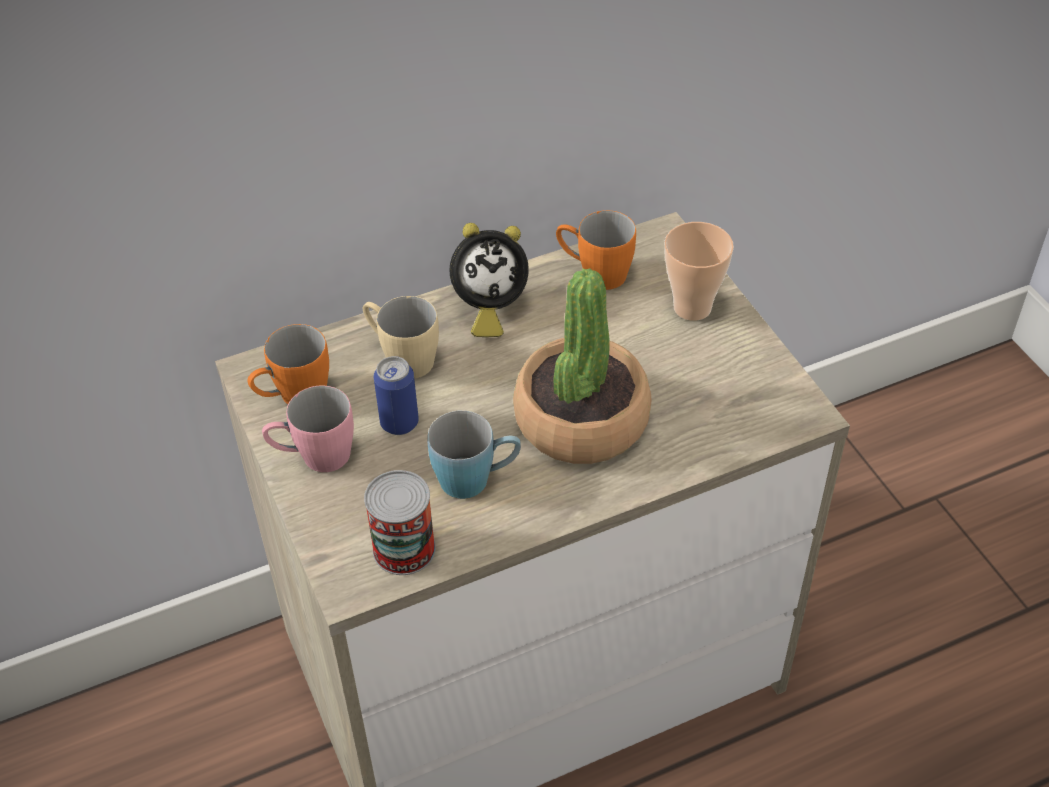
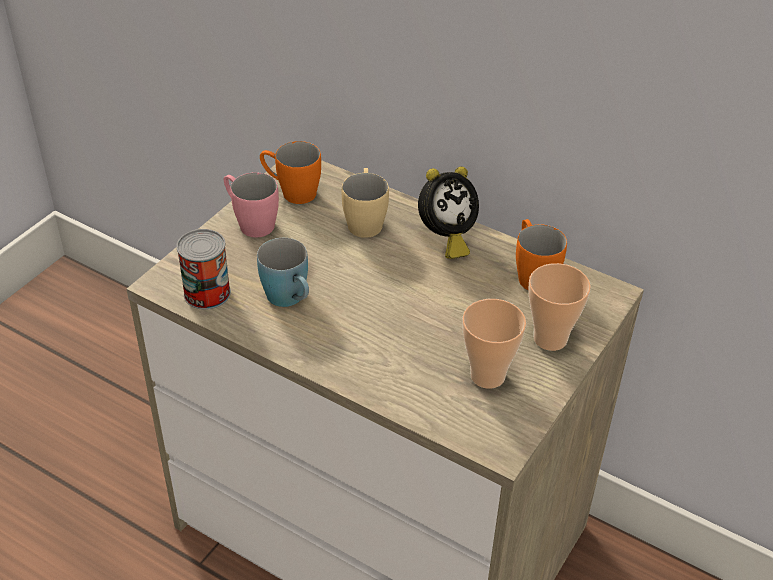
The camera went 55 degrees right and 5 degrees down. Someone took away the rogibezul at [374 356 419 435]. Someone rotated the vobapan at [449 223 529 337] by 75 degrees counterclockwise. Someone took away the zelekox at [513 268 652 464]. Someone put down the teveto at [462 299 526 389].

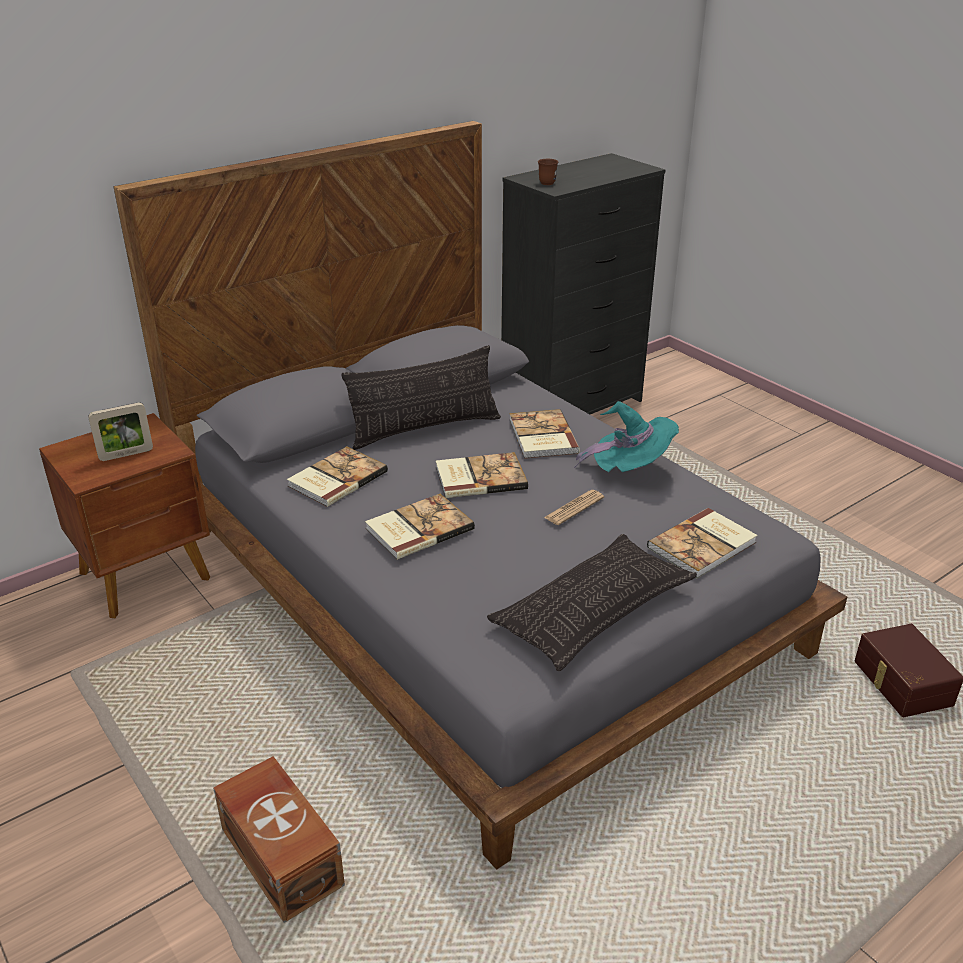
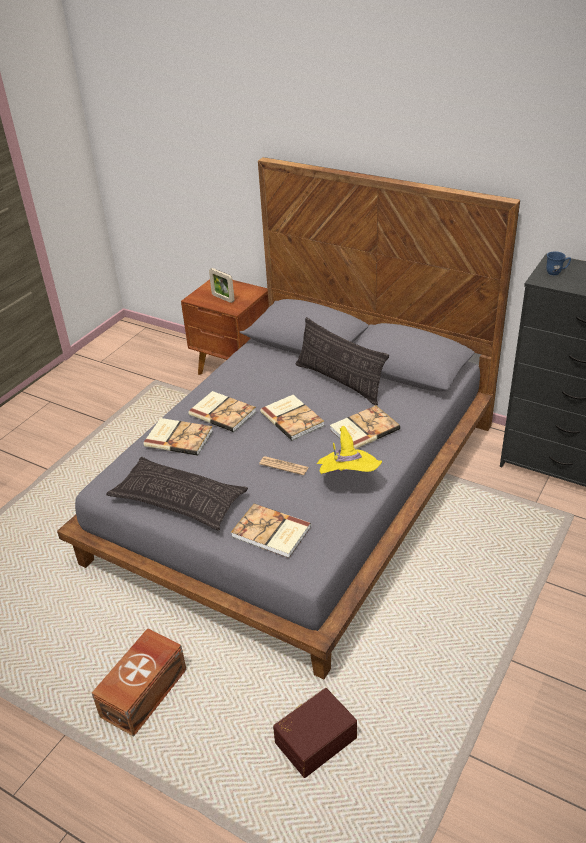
The camera went 70 degrees right and 5 degrees up. Someone carried the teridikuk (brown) from [213 756 345 923] to [92 628 187 737]. Someone carried the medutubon from [287 447 388 507] to [144 418 213 456]. Someone repainted the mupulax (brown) at [538 159 558 185], which became the mupulax (blue) at [546 251 571 275]. Someone repainted the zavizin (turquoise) at [574 401 679 472], which became the zavizin (yellow) at [317 426 382 474].

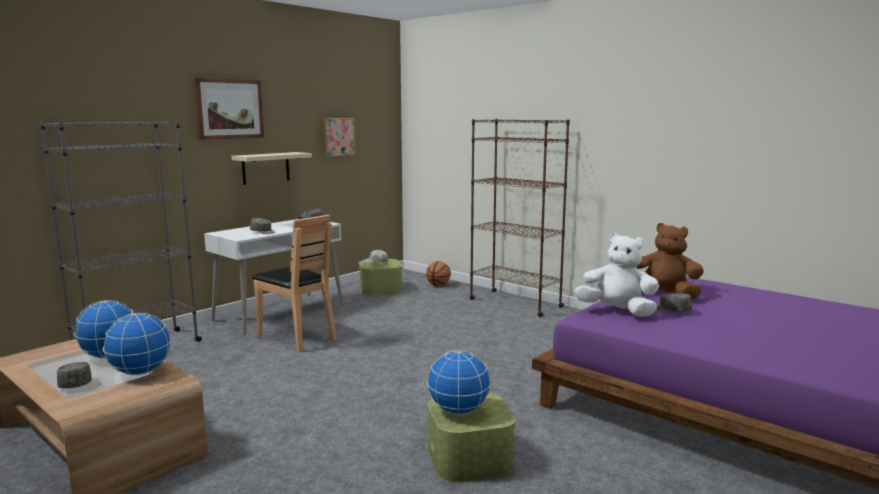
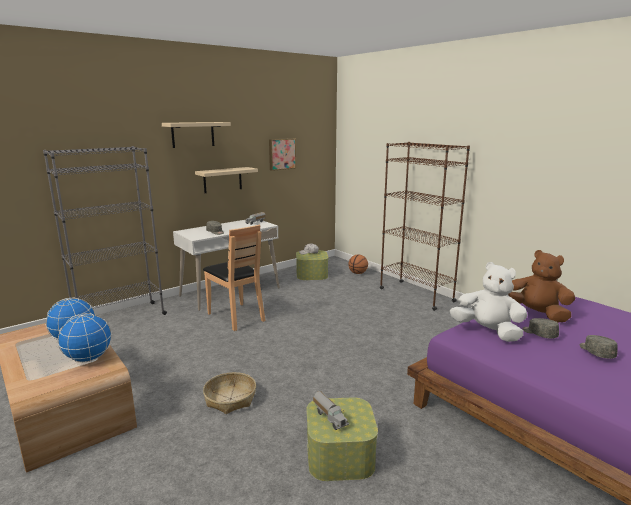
The camera went 10 degrees right and 5 degrees up. Someone carried the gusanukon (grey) from [57 362 92 389] to [580 335 618 359]. Someone swapped the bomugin at [194 78 264 140] for the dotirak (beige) at [162 122 231 148]. Someone swapped the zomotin at [427 350 491 415] for the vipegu at [313 391 349 430]. Someone put down the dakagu at [203 372 256 414].

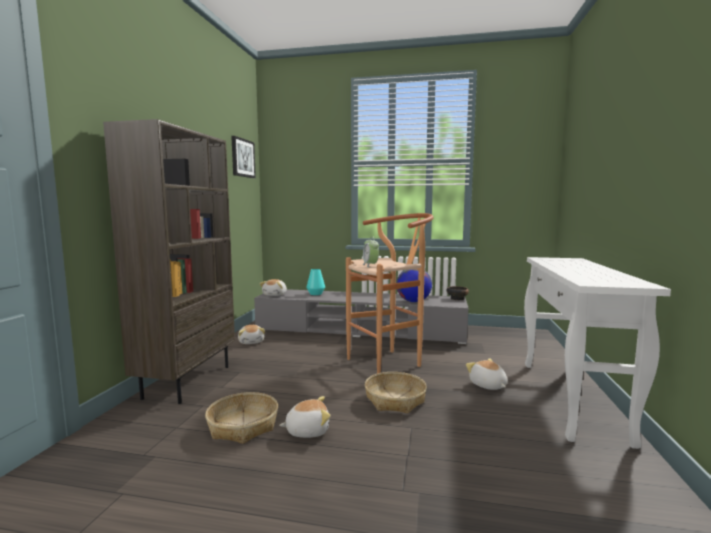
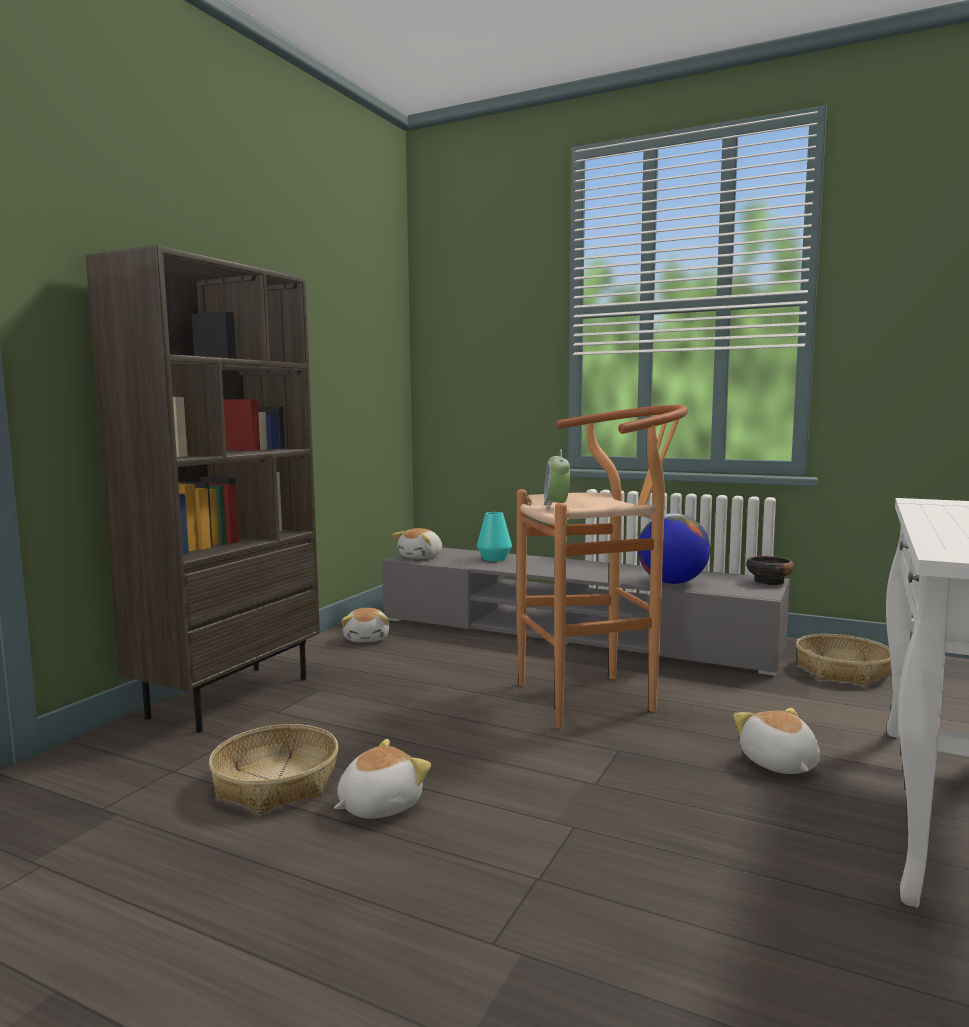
The camera went 15 degrees right and 0 degrees up. Someone took away the bomugin at [231 136 256 178]. Someone rotated the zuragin at [279 396 331 438] by 45 degrees counterclockwise. Someone carried the dakagu from [365 372 427 413] to [796 634 891 686].

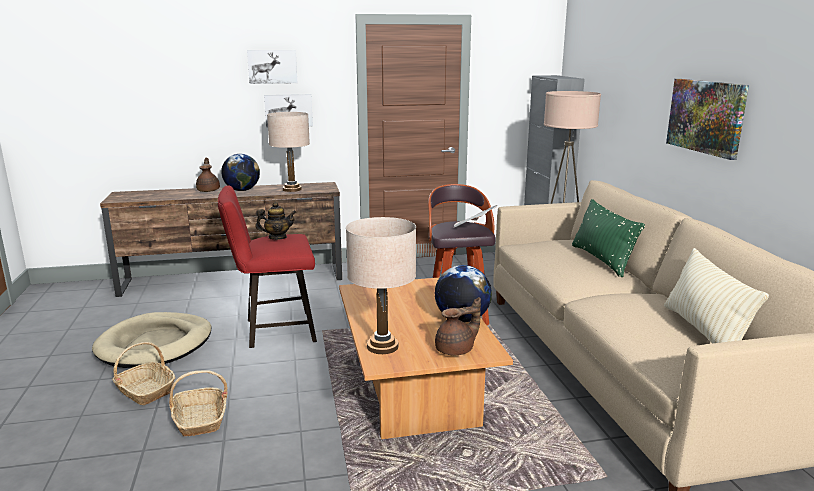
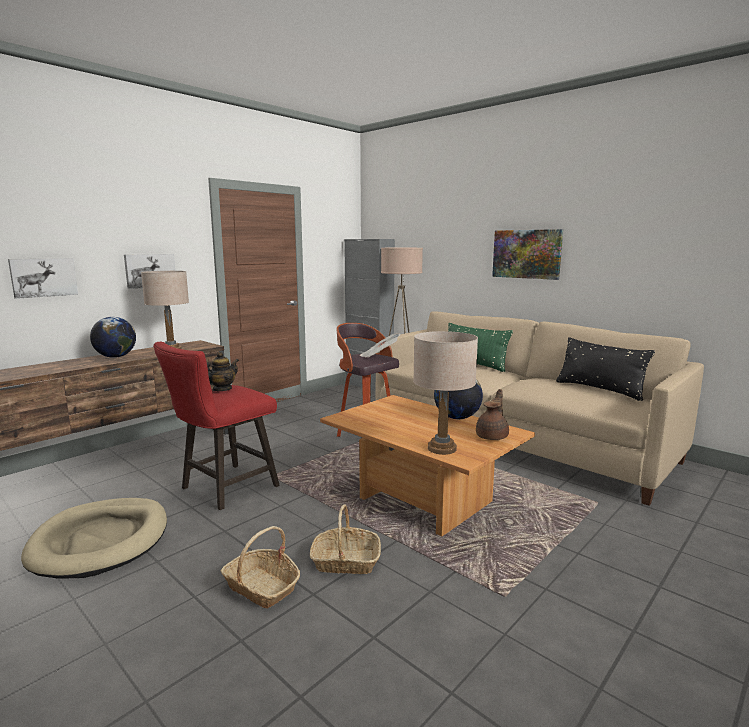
The camera went 35 degrees left and 5 degrees down. Someone carried the dakagu from [112 342 175 405] to [310 504 381 574]. Someone took away the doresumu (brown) at [196 158 220 192]. Someone carried the bomugin from [247 50 297 84] to [8 258 78 299]. Someone repainted the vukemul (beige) at [664 248 769 344], which became the vukemul (black) at [556 337 655 401].

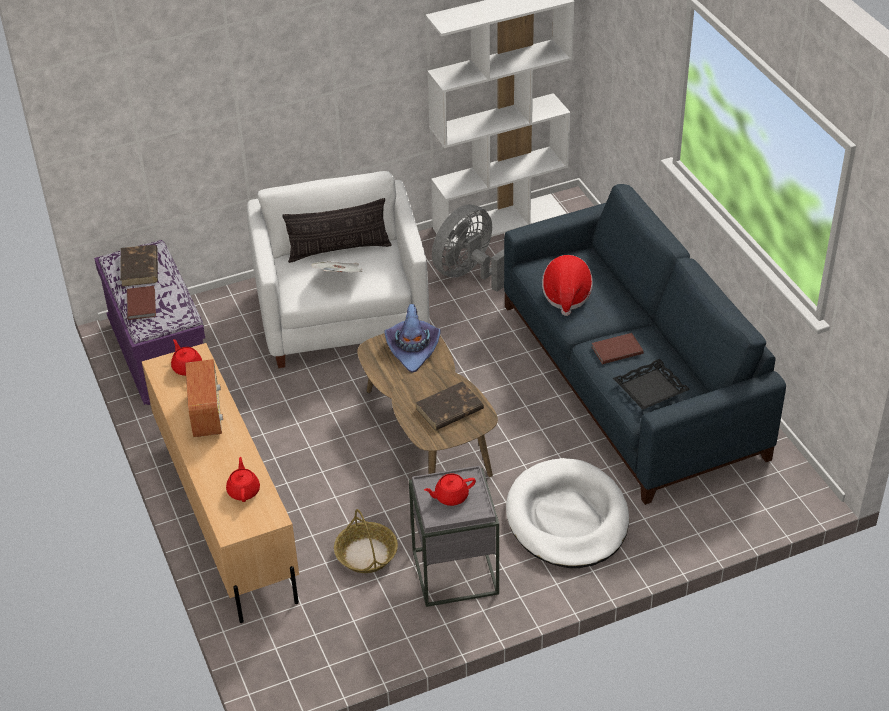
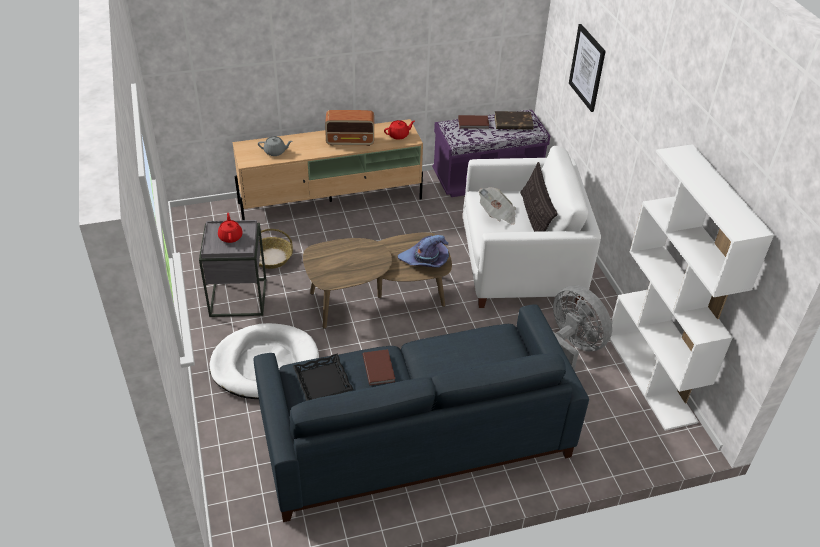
The camera went 95 degrees right and 0 degrees up. Someone repainted the doresumu (red) at [226 457 260 502], which became the doresumu (grey) at [258 136 292 156]. Someone took away the medutubon (brown) at [416 381 484 430]. Someone took away the zavizin at [542 255 593 316]. Someone put up the bomugin at [569 24 606 112].

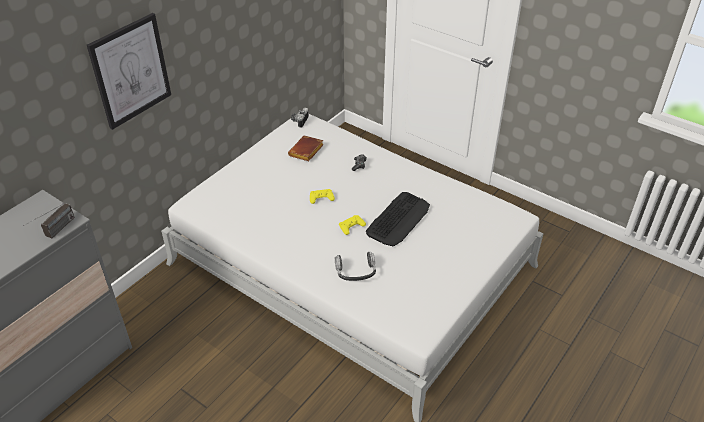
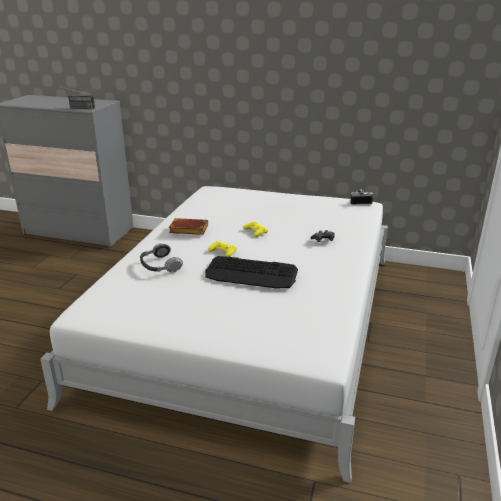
The camera went 70 degrees right and 15 degrees down. Someone took away the bomugin at [87 13 171 130]. Someone carried the medutubon (brown) from [288 135 324 161] to [169 218 208 235].

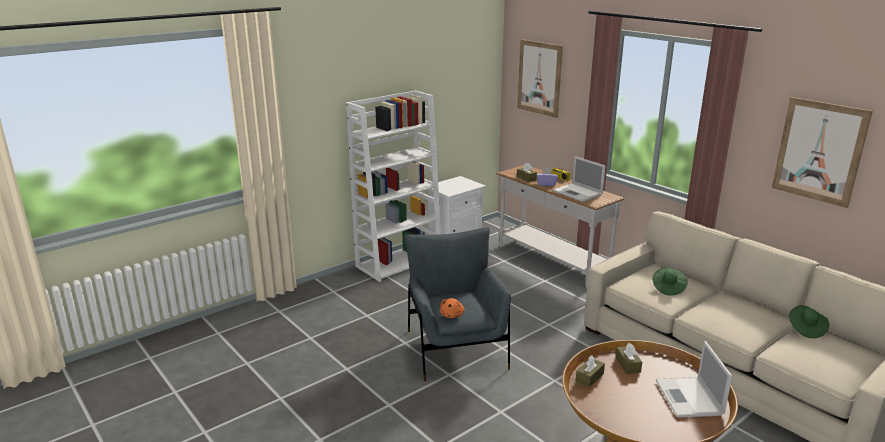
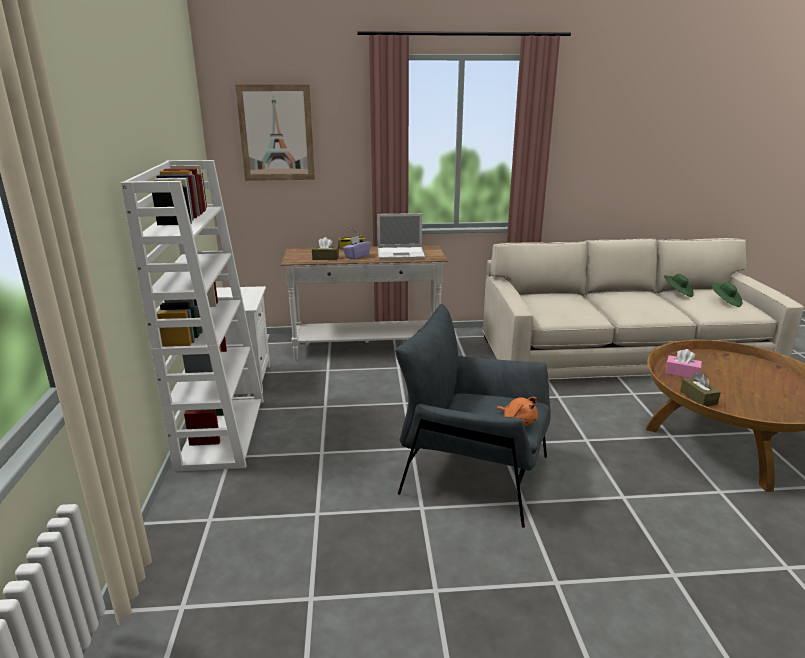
The camera went 55 degrees left and 0 degrees up. Someone repainted the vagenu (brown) at [615 343 642 374], which became the vagenu (pink) at [665 349 702 378]. Someone carried the zavizin (green) from [653 267 688 296] to [711 282 742 307]. Someone took away the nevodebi at [656 341 732 418]. Someone took away the bomugin at [772 97 873 208].

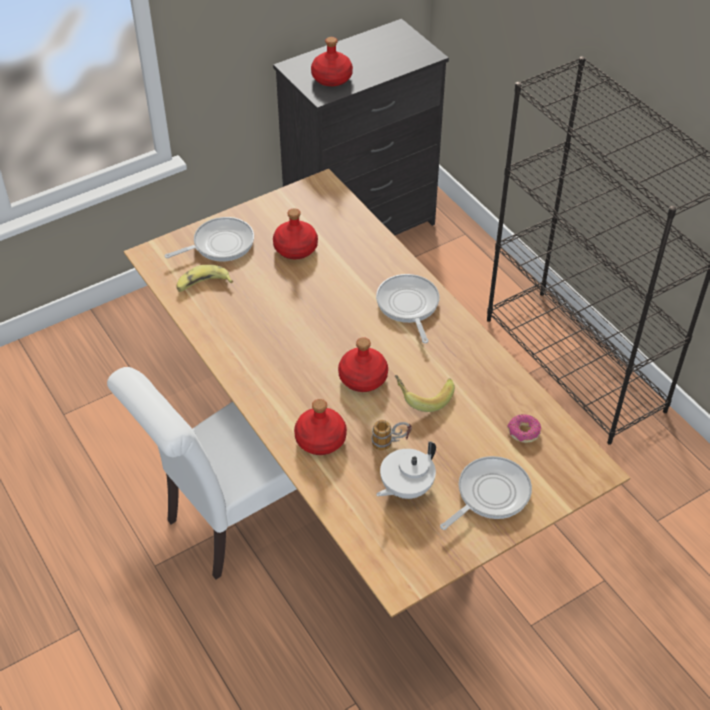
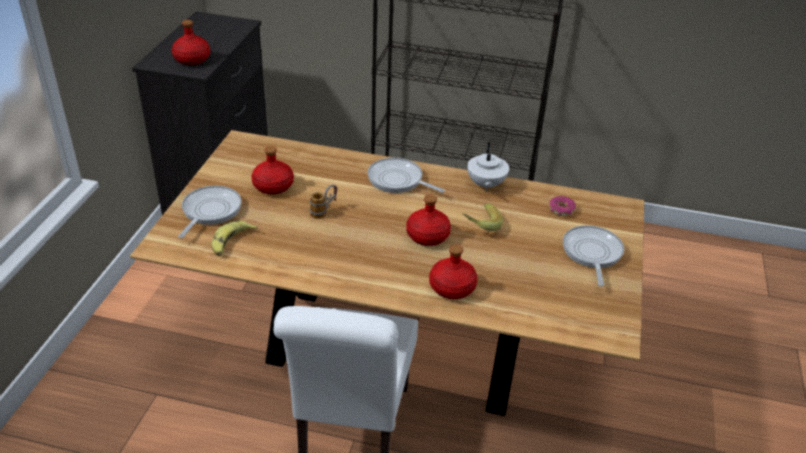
The camera went 45 degrees left and 10 degrees down. Someone carried the mupulax from [372 420 412 451] to [309 184 337 219]. Someone carried the doresumu (white) from [376 441 436 499] to [467 142 509 191].

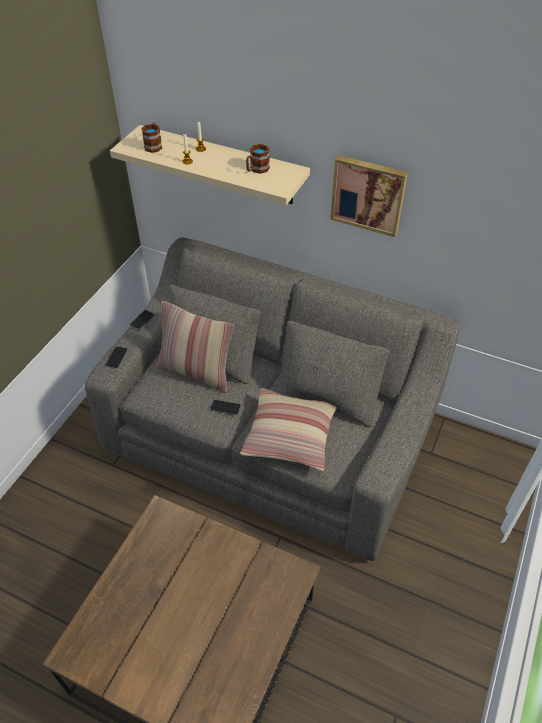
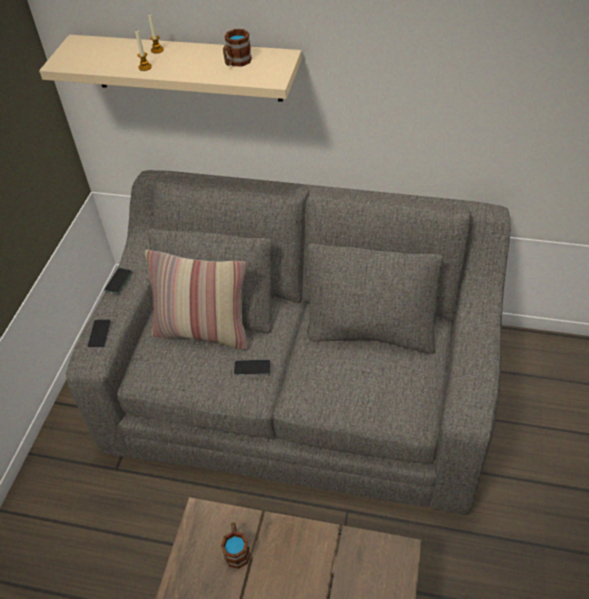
The camera went 10 degrees left and 0 degrees up. Someone carried the mupulax from [141 122 162 153] to [221 522 250 569]. Someone took away the vukemul at [240 388 337 471]. Someone took away the bomugin at [330 155 408 237].

